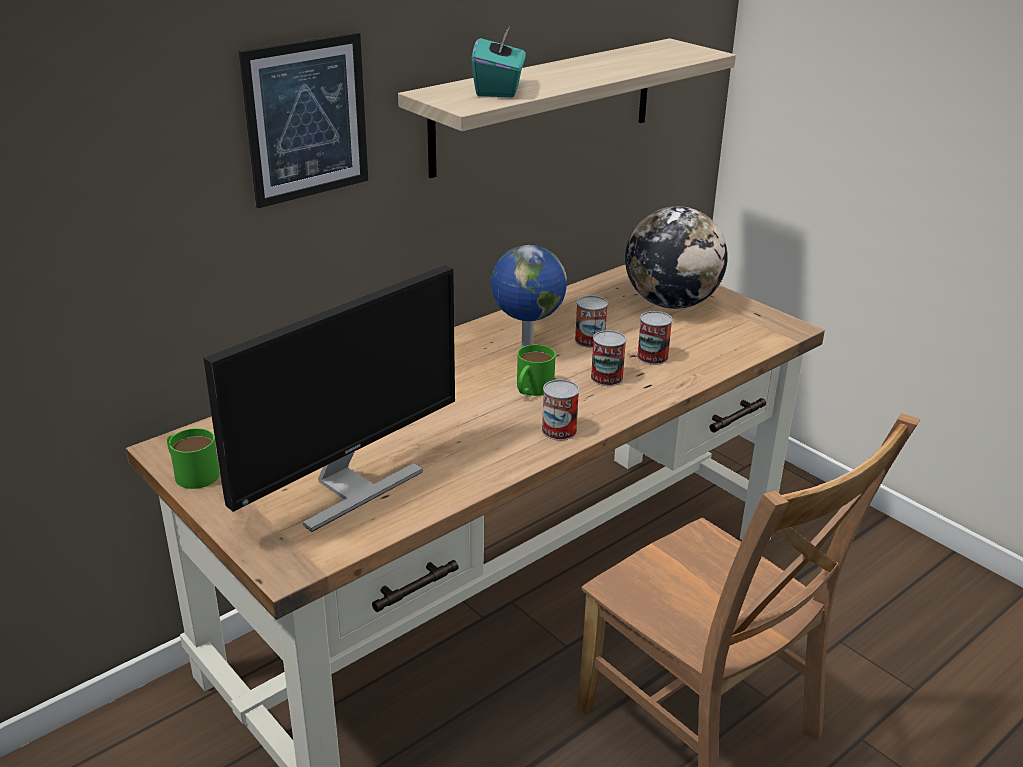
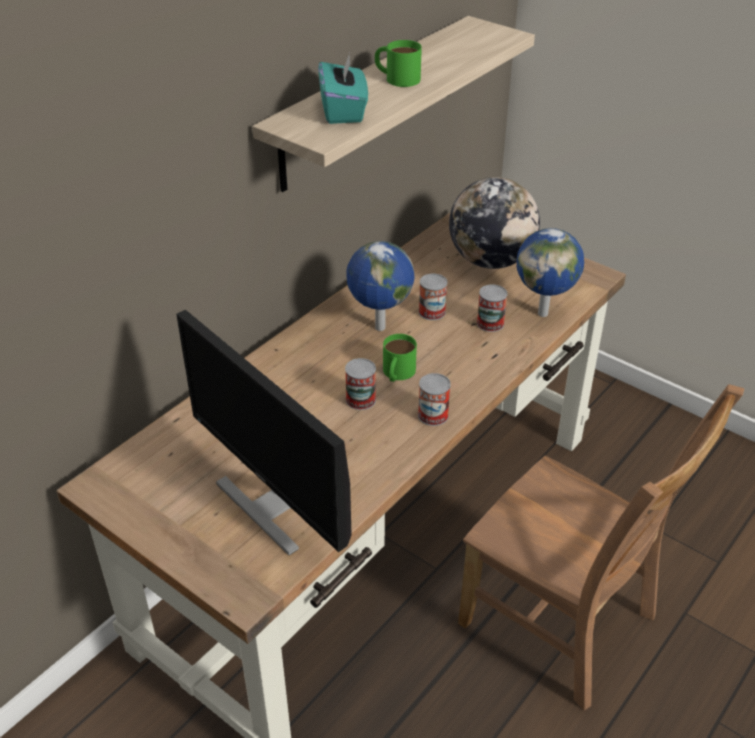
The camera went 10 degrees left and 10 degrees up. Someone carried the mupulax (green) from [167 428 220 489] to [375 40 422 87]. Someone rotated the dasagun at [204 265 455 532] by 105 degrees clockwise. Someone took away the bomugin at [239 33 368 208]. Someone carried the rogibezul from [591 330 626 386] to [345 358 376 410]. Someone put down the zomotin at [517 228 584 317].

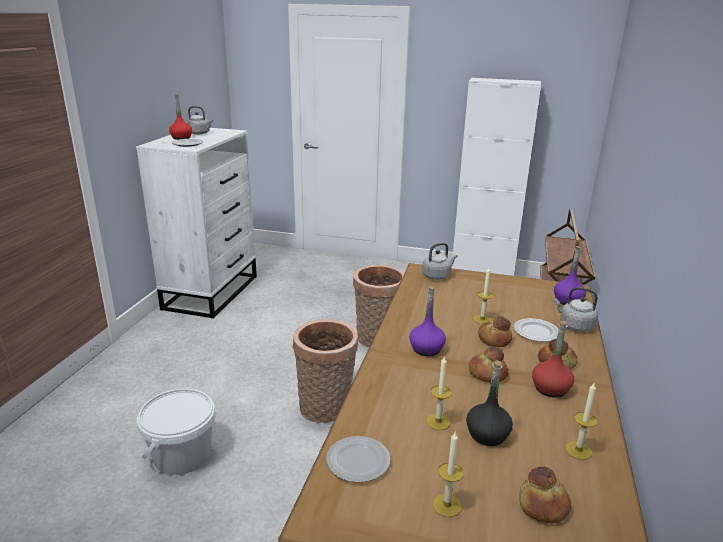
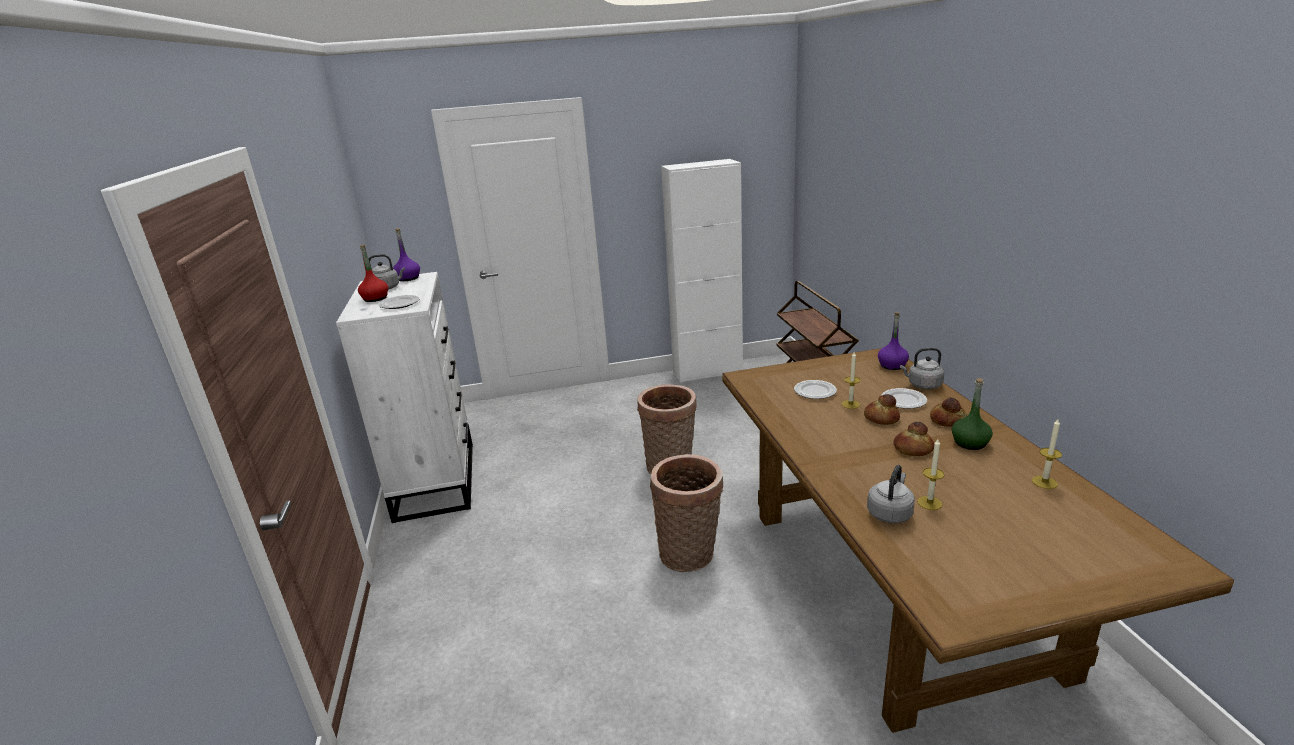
The camera went 25 degrees left and 0 degrees up. Someone took away the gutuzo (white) at [137 389 216 475]. Someone carried the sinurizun from [326 436 390 483] to [794 380 837 399]. Someone carried the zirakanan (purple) from [409 286 446 356] to [393 228 420 281]. Someone carried the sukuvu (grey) from [422 243 458 280] to [867 465 915 523]. Someone took away the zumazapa at [433 431 464 517]. Someone took away the zirakanan (black) at [466 360 513 446]. Someone took away the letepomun at [519 466 571 523]. Someone repainted the zirakanan (red) at [532 321 574 398], which became the zirakanan (green) at [952 378 993 450].

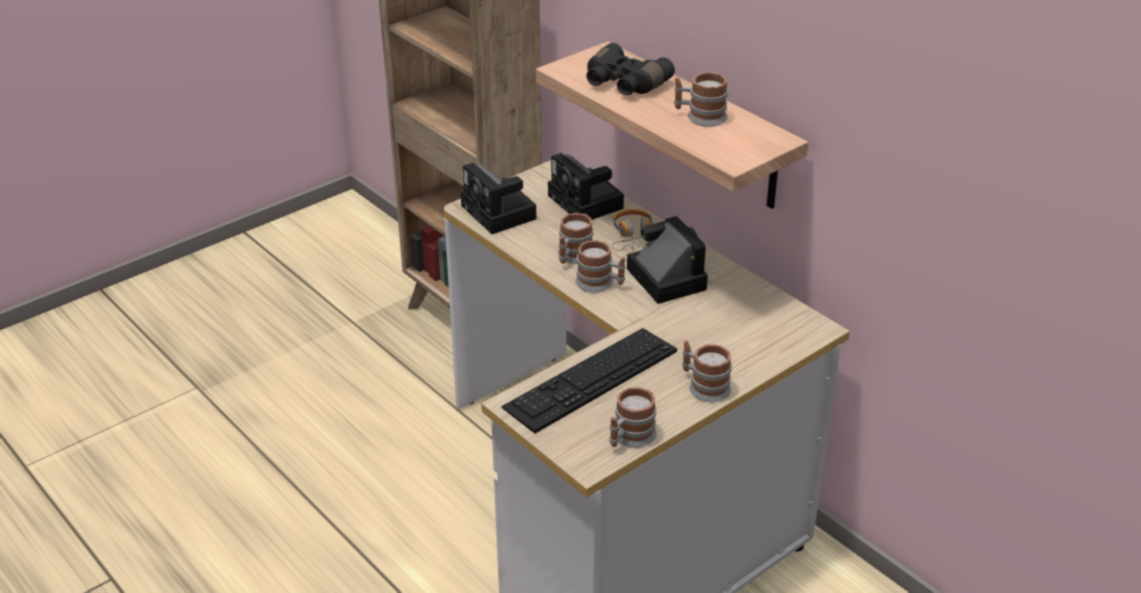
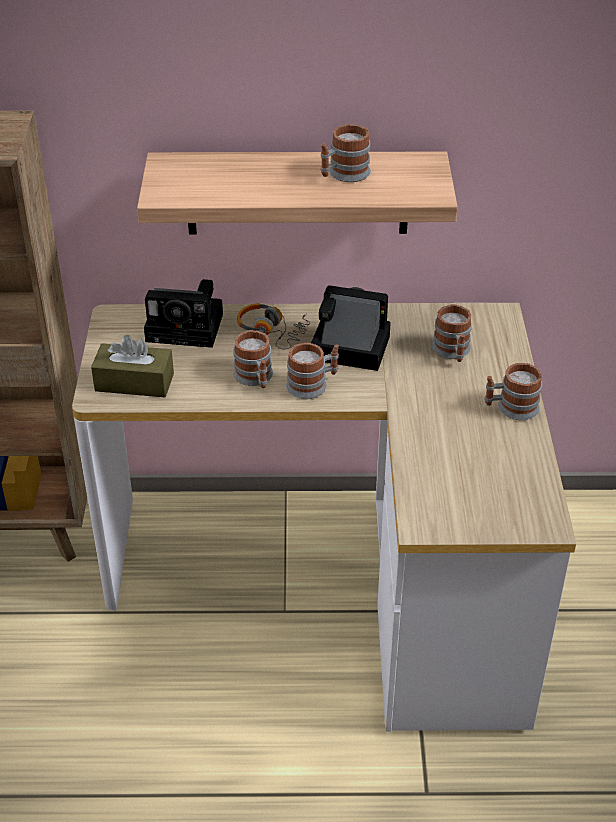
The camera went 50 degrees left and 5 degrees up. Someone swapped the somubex at [461 163 537 234] for the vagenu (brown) at [91 335 174 397]. Someone took away the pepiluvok at [501 328 677 433]. Someone took away the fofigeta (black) at [586 43 675 96]. Someone carried the mupulax from [609 387 657 448] to [432 304 472 362].

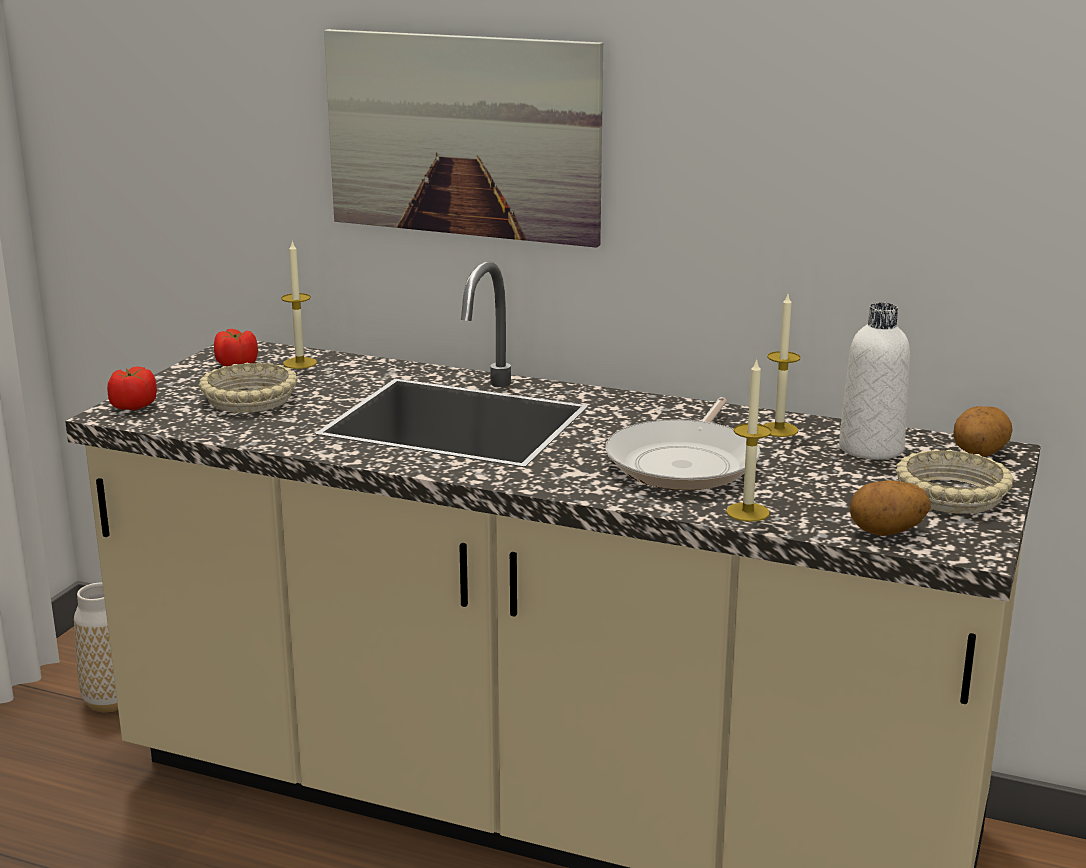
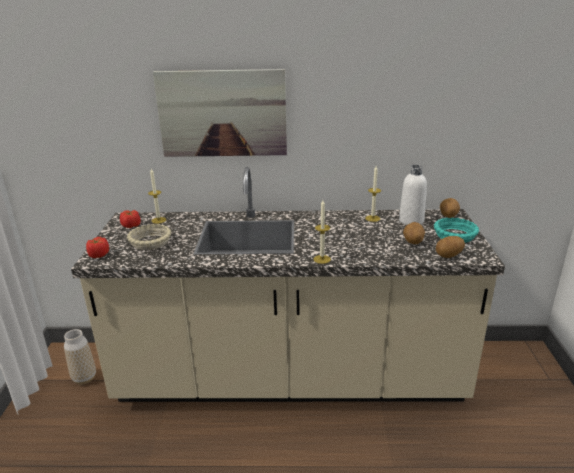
The camera went 20 degrees left and 5 degrees up. Someone took away the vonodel at [605 397 761 490]. Someone carried the zumazapa from [726 358 772 522] to [314 200 331 264]. Someone repainted the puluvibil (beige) at [896 449 1014 514], which became the puluvibil (turquoise) at [434 218 479 243]. Someone put down the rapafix at [403 222 425 244].

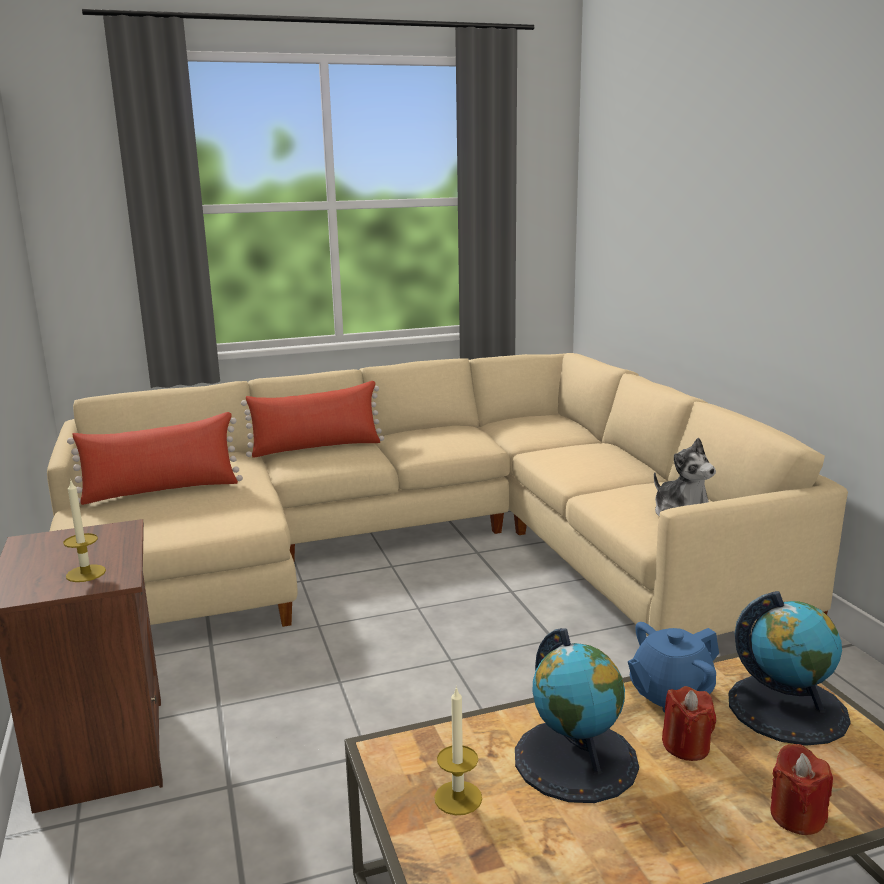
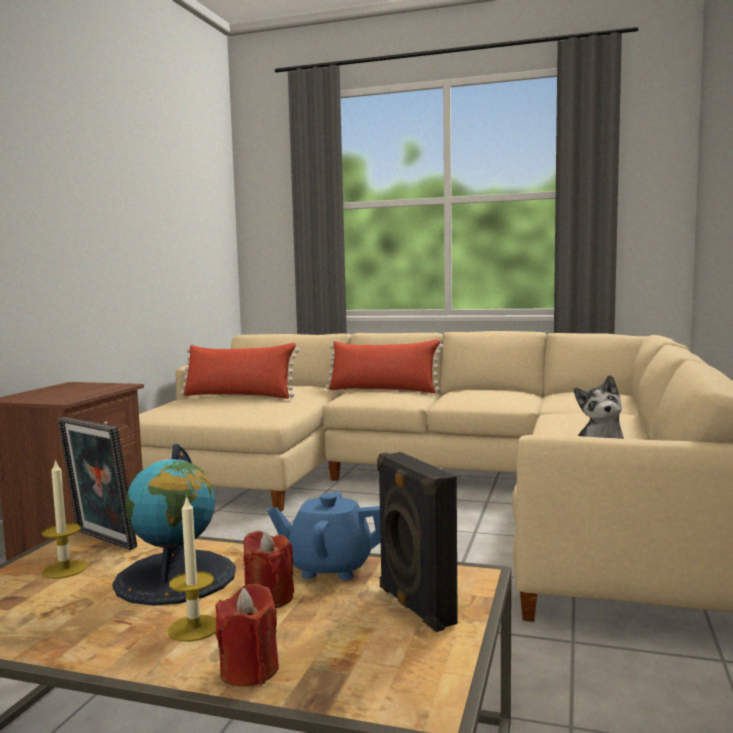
The camera went 35 degrees right and 10 degrees down. Someone carried the zumazapa from [63 479 106 582] to [168 495 216 642]. Someone swapped the zomotin at [729 591 851 746] for the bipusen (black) at [377 452 458 632]. Someone put down the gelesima at [57 417 137 550].

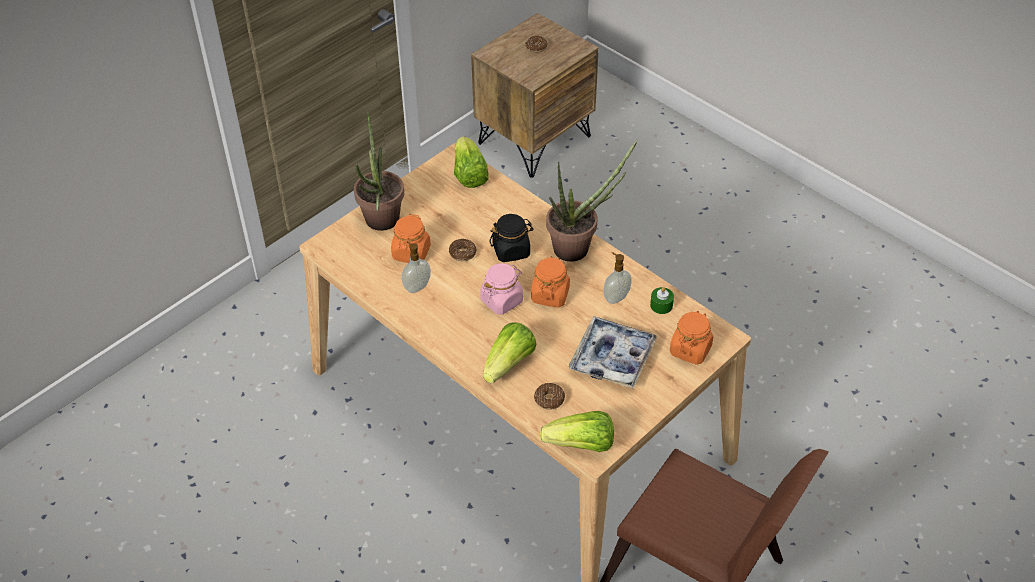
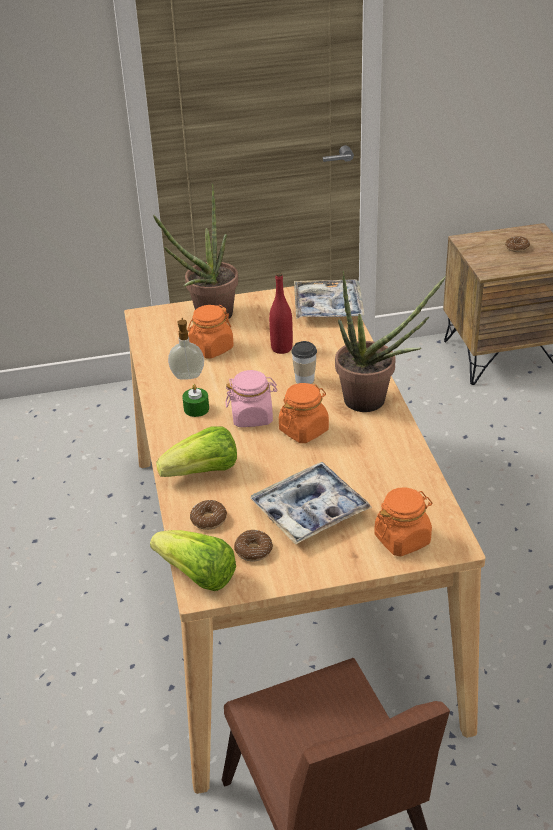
The camera went 35 degrees right and 10 degrees down. Someone carried the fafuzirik from [449 239 477 261] to [234 530 273 561]. Someone swapped the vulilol at [454 136 489 188] for the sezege at [294 279 365 319]. Someone swapped the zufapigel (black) at [490 214 534 262] for the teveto at [291 341 317 384]. Someone took away the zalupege at [603 252 632 304]. Someone carried the zumazapa (green) from [650 287 674 314] to [182 384 209 417]. Someone put down the zirakanan (red) at [269 272 293 354].

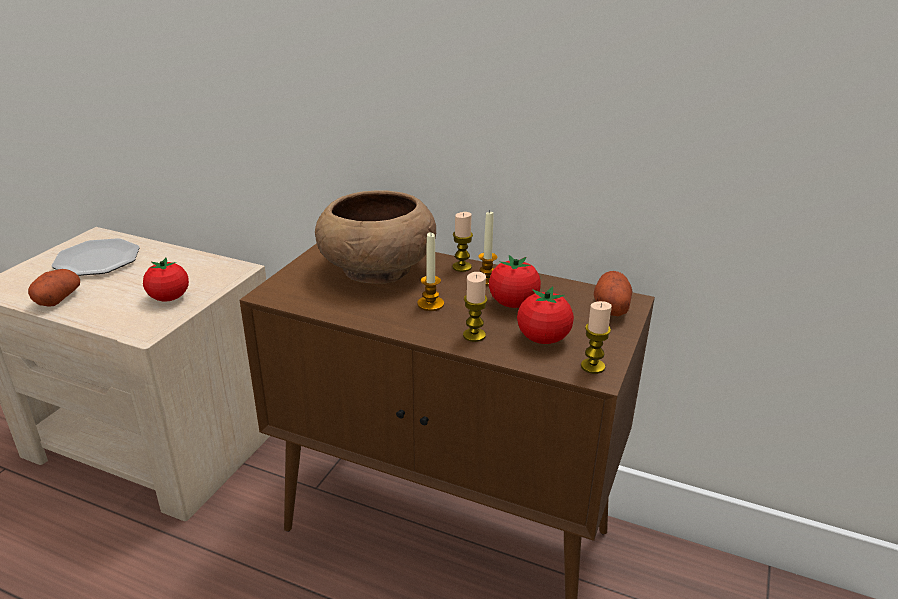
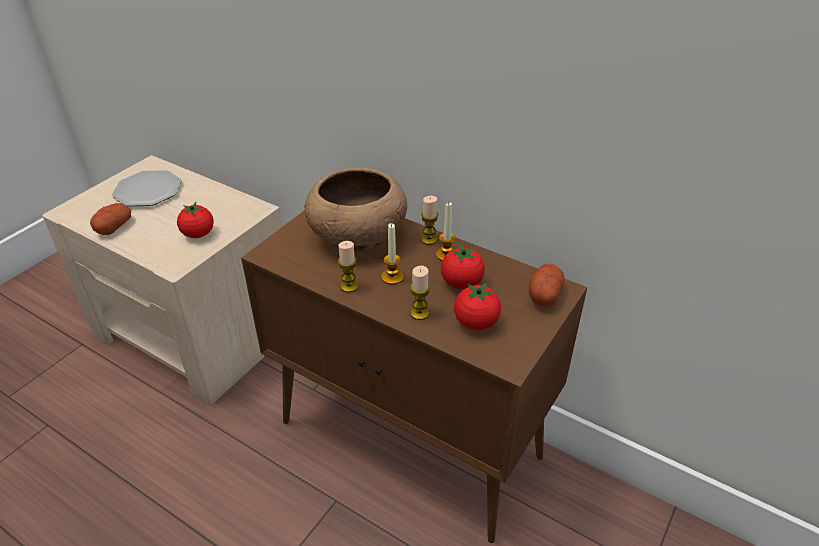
The camera went 10 degrees right and 10 degrees up. Someone carried the zumazapa from [581 301 612 374] to [338 241 358 293].

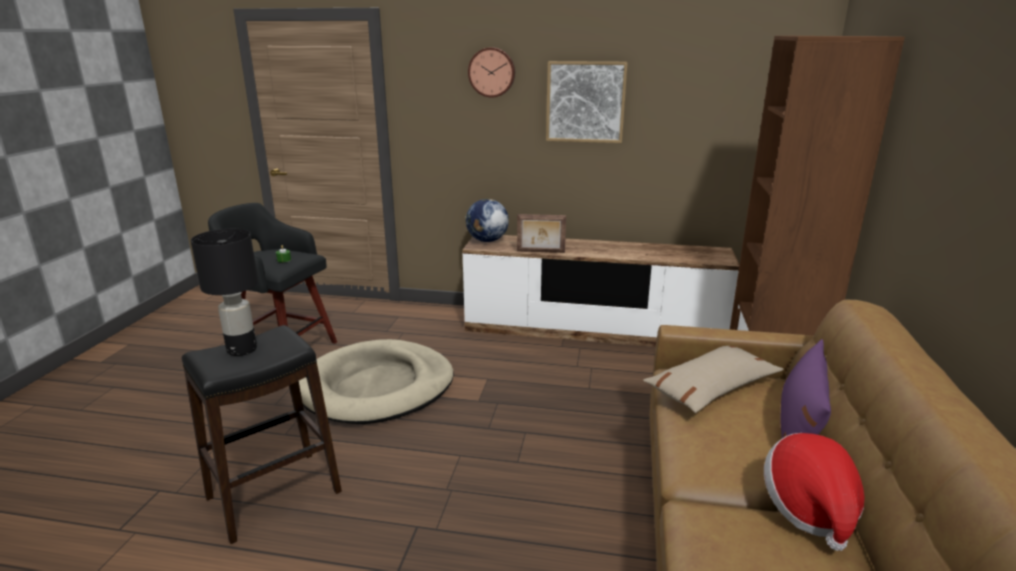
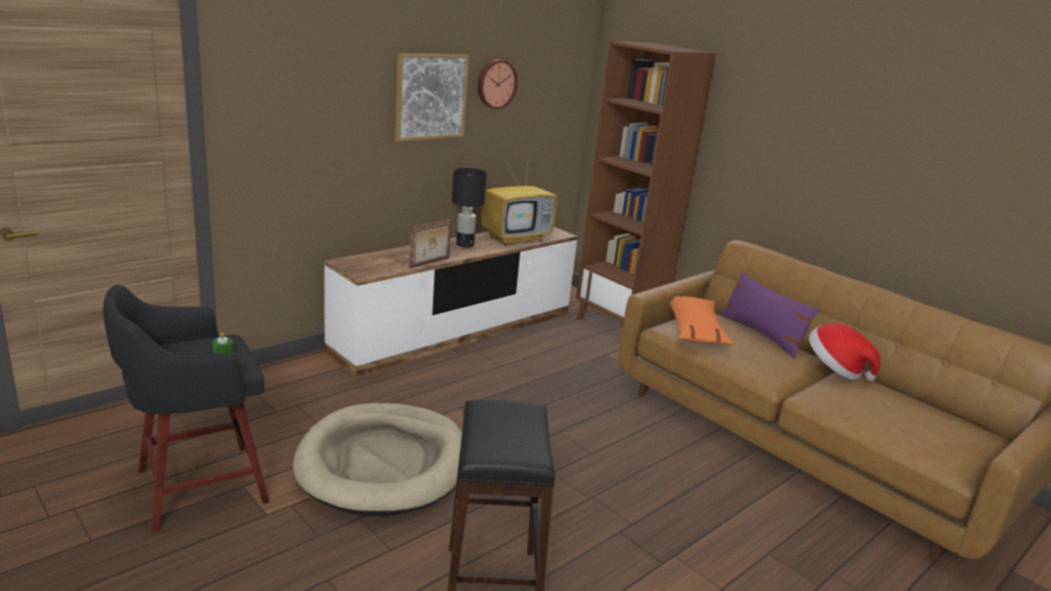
The camera went 55 degrees left and 0 degrees up. Someone carried the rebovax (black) from [191 229 258 356] to [452 168 487 248]. Someone took away the zomotin at [465 199 509 242]. Someone carried the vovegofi from [468 47 515 98] to [477 60 518 109]. Someone repainted the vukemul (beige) at [643 346 783 413], which became the vukemul (orange) at [669 296 734 345]. Someone put down the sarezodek at [481 156 557 246].

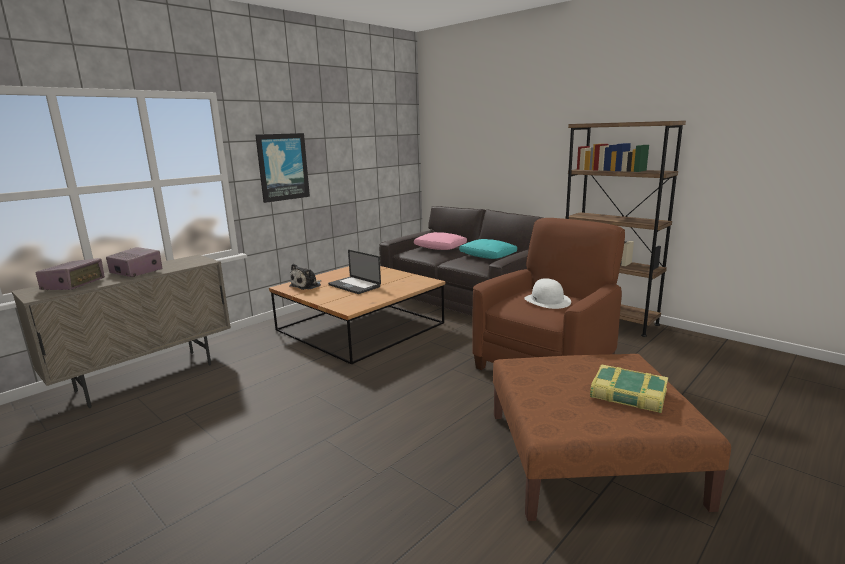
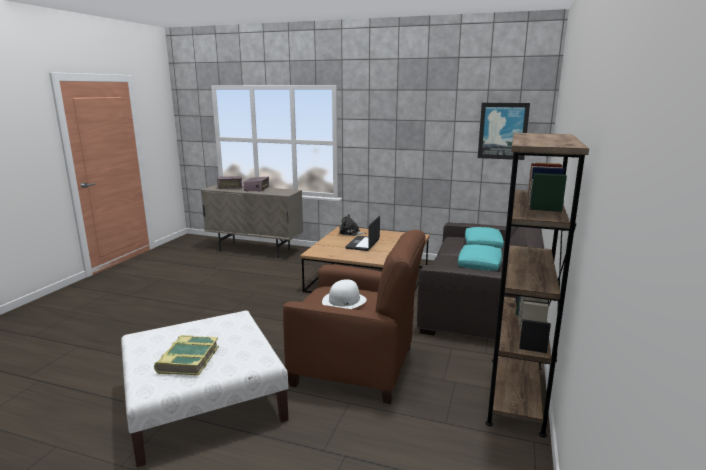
The camera went 65 degrees right and 0 degrees up. Someone carried the bomugin from [255 133 310 203] to [478 103 530 160]. Someone repainted the vukemul (pink) at [414 232 467 250], which became the vukemul (turquoise) at [465 227 504 248]. Someone repainted the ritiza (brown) at [493 354 731 521], which became the ritiza (white) at [121 311 289 467].

